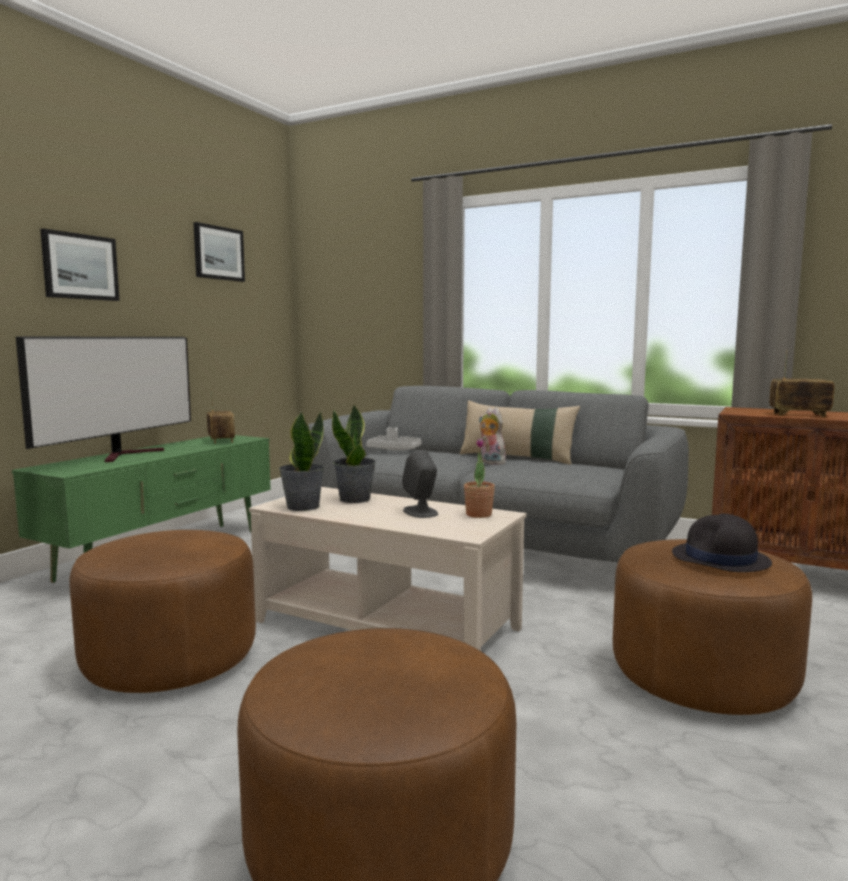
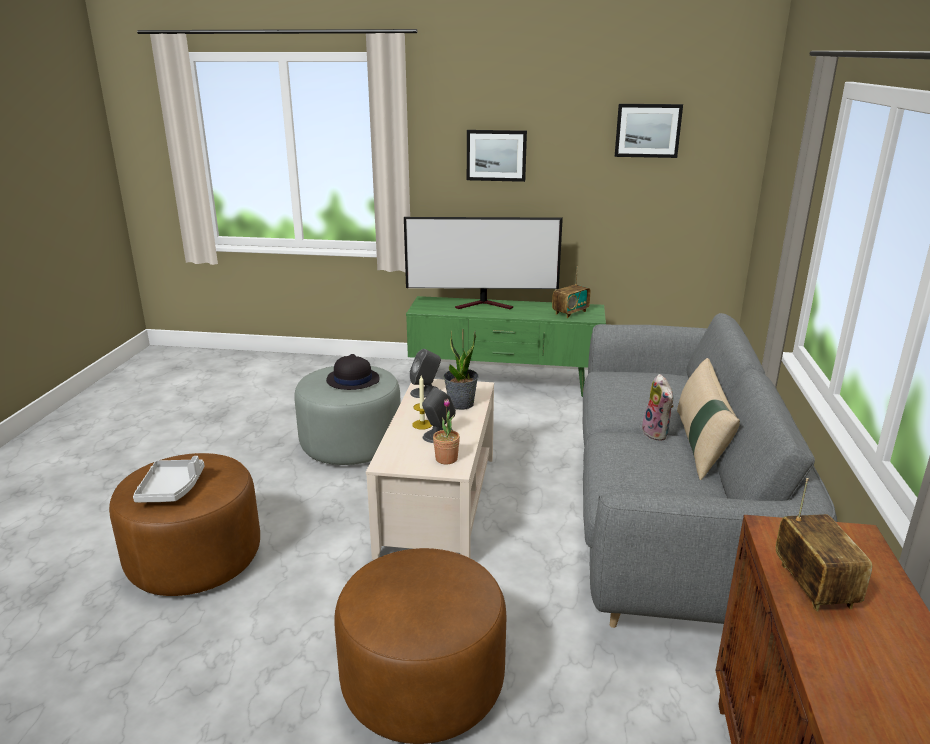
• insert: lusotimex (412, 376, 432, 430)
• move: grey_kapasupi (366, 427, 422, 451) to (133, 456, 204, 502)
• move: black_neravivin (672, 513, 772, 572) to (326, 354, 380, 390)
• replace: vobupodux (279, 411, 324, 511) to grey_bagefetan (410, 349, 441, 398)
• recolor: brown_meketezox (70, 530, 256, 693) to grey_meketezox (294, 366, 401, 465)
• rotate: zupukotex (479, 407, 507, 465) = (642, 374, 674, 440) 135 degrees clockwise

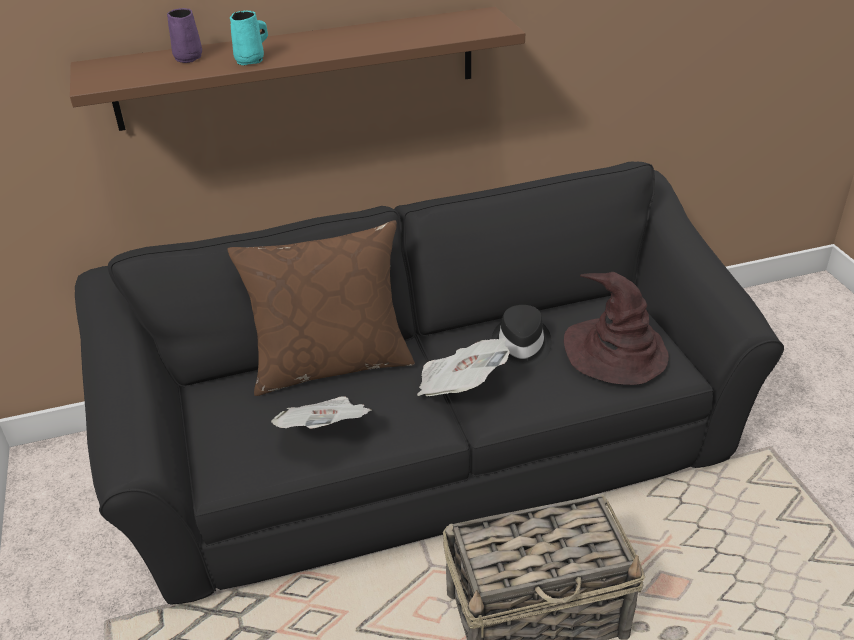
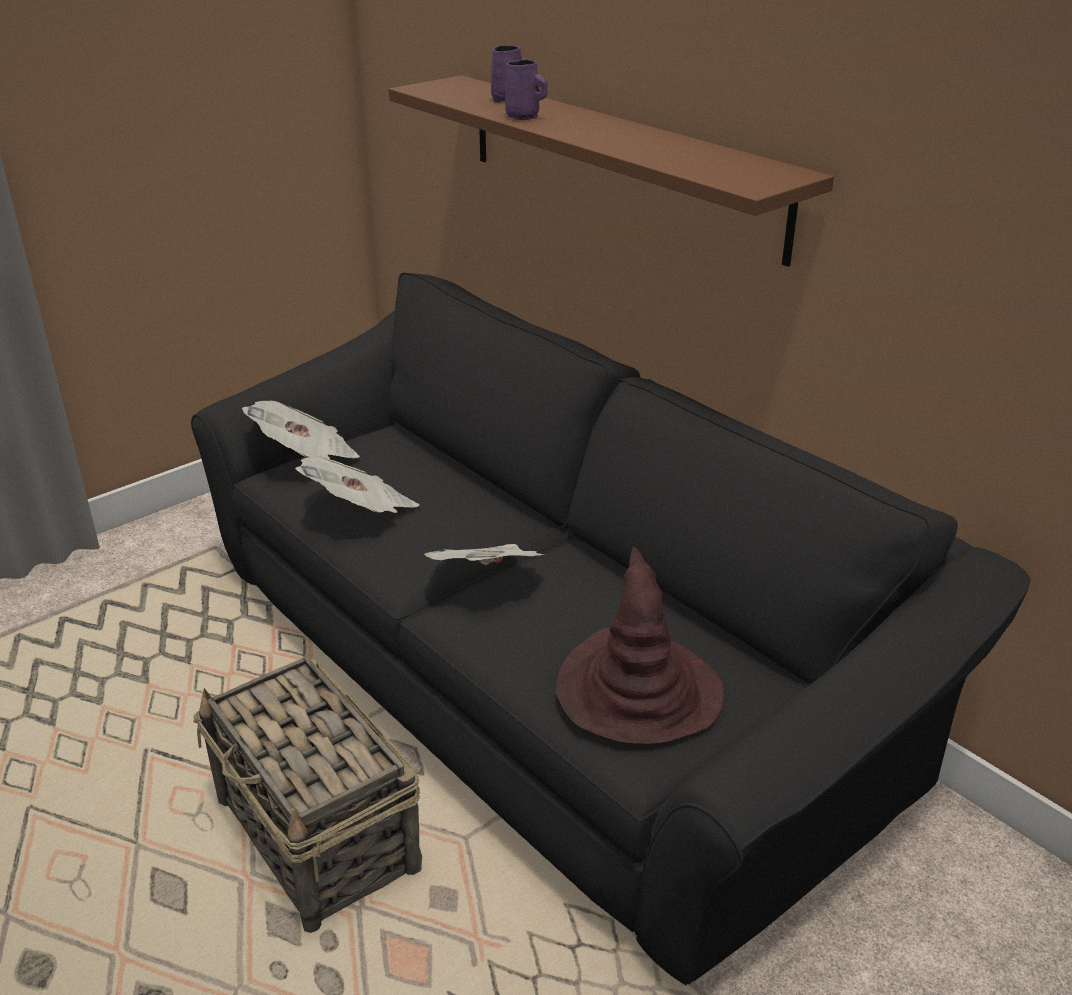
• delete: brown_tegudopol (227, 220, 415, 396)
• delete: black_neravivin (492, 305, 552, 369)
• insert: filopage (242, 401, 360, 459)
• recolor: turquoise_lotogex (230, 11, 268, 66) to purple_lotogex (505, 59, 548, 120)

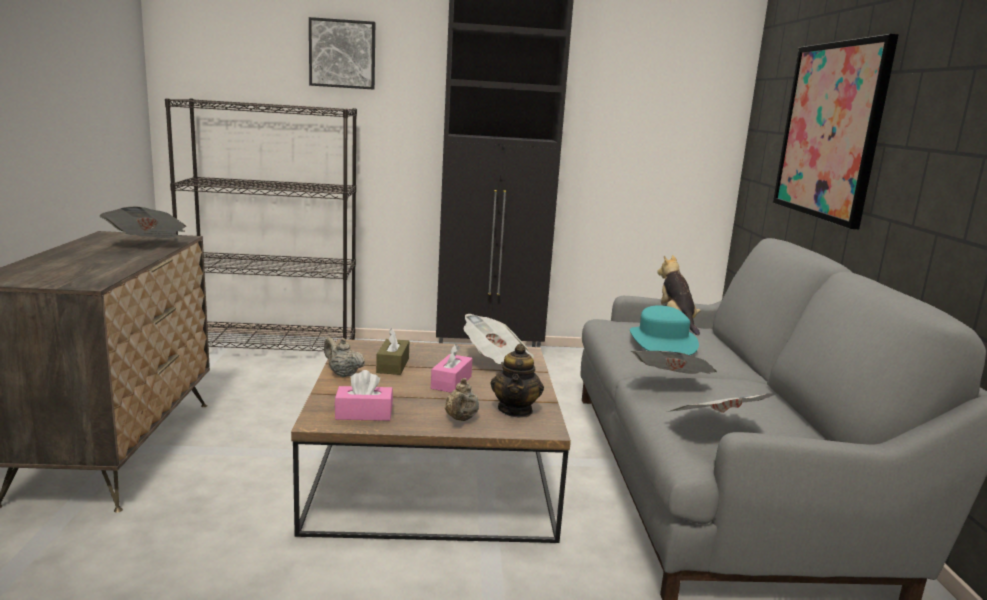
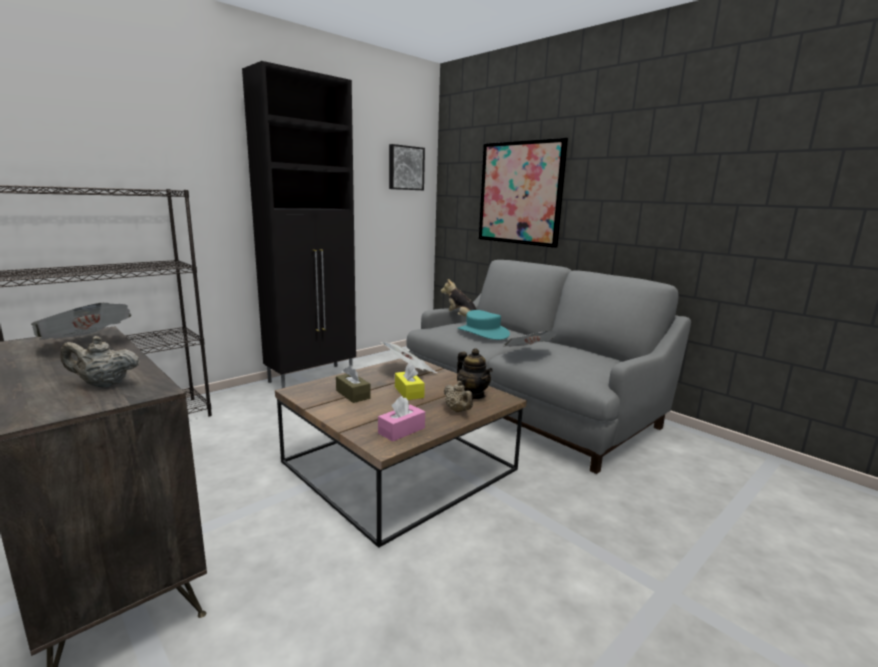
• delete: filopage (668, 394, 777, 413)
• move: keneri (309, 17, 375, 90) to (389, 144, 425, 190)
• move: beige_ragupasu (324, 337, 365, 377) to (60, 336, 140, 387)
• recolor: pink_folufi (431, 344, 473, 393) to yellow_folufi (395, 363, 425, 400)

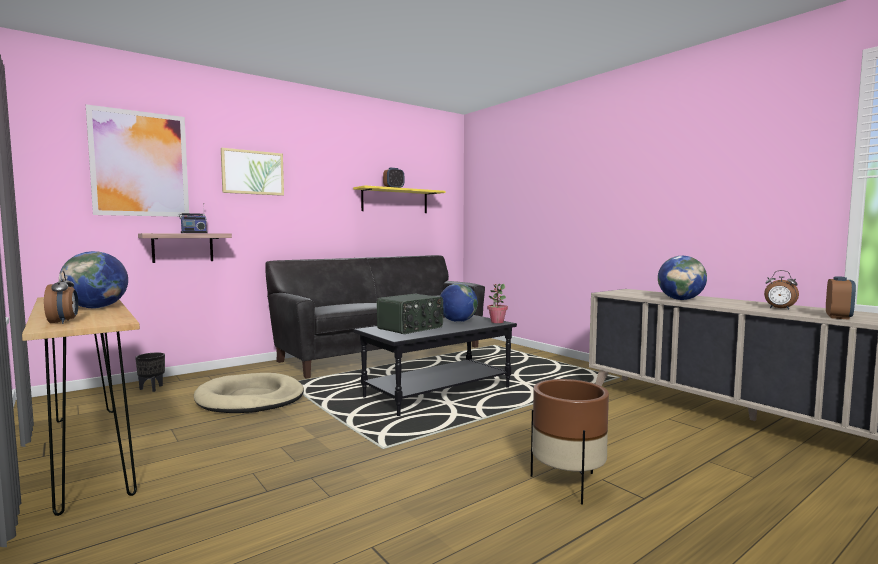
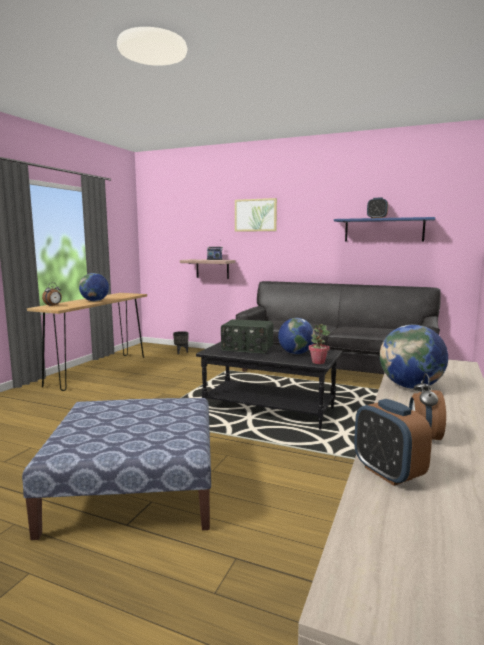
• delete: keneri (86, 104, 189, 217)
• delete: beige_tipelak (194, 373, 304, 413)
• replace: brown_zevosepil (531, 379, 609, 505) to meketezox (22, 398, 211, 540)
• recolor: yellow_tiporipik (353, 185, 446, 213) to blue_tiporipik (334, 217, 435, 242)
• rotate: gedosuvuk (826, 276, 856, 320) = (354, 399, 432, 486) 60 degrees clockwise

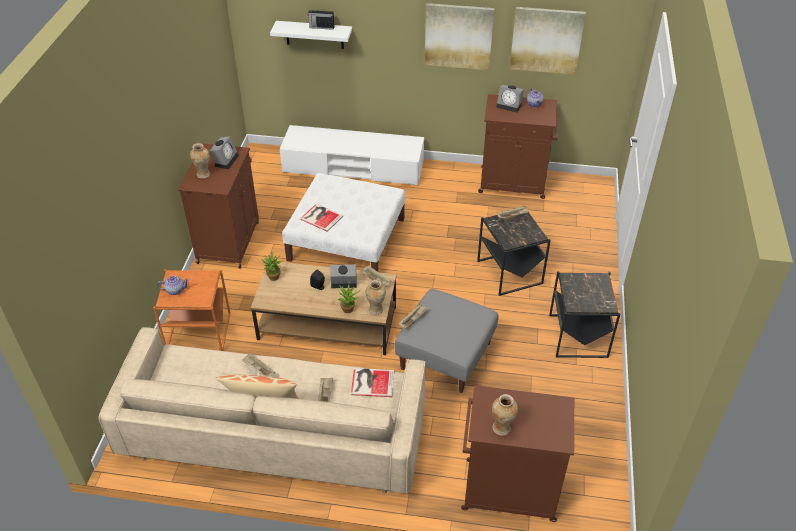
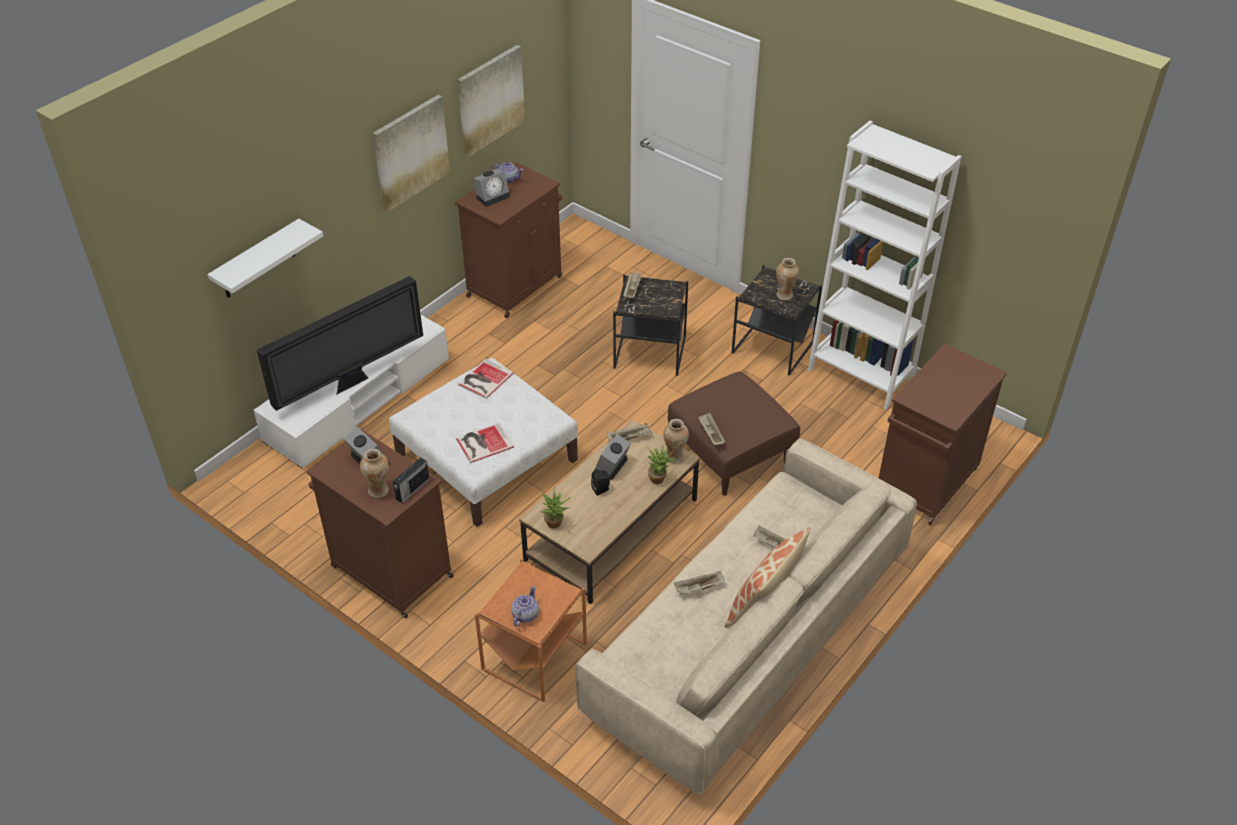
• insert: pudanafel (257, 276, 423, 411)
• insert: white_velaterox (808, 121, 962, 410)
• move: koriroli (307, 8, 334, 30) to (393, 458, 430, 503)
• move: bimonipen (351, 368, 394, 397) to (458, 359, 514, 399)
• move: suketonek (492, 394, 518, 436) to (776, 258, 799, 300)
• recolor: grey_meketezox (395, 289, 498, 393) to brown_meketezox (668, 372, 800, 496)

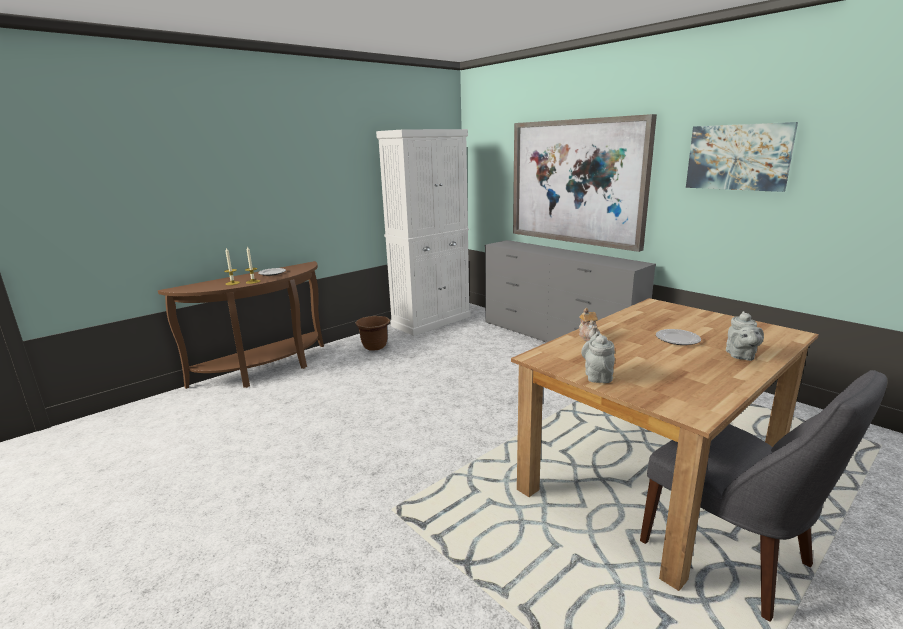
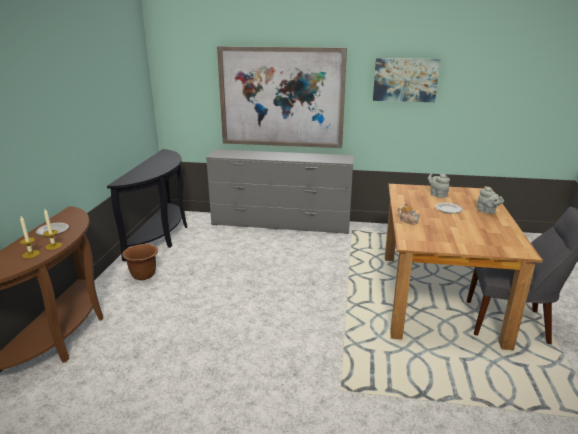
• move: grey_ragupasu (581, 331, 615, 383) to (428, 173, 450, 198)
• replace: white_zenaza (376, 129, 471, 336) to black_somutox (107, 149, 187, 262)

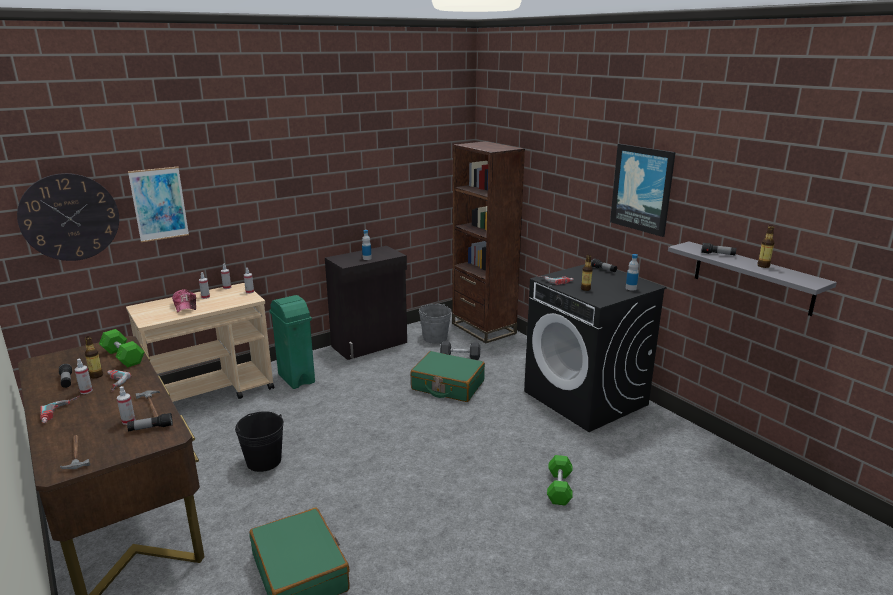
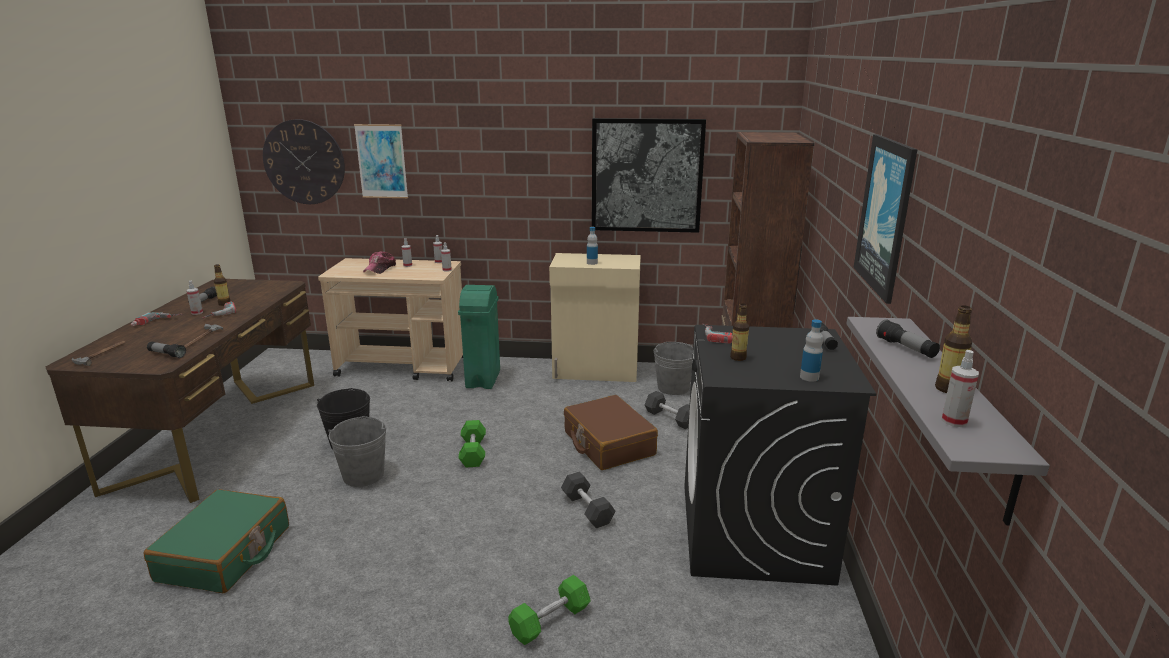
• insert: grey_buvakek (328, 416, 386, 487)
• insert: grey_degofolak (561, 471, 616, 528)
• insert: keneri (592, 118, 706, 233)
• move: green_degofolak (99, 329, 145, 367) to (459, 420, 486, 468)
• move: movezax (117, 386, 136, 425) to (942, 350, 979, 427)
• recolor: black_zenaza (325, 246, 407, 360) to beige_zenaza (549, 253, 641, 382)
• recolor: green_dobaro (410, 351, 485, 402) to brown_dobaro (564, 395, 658, 470)

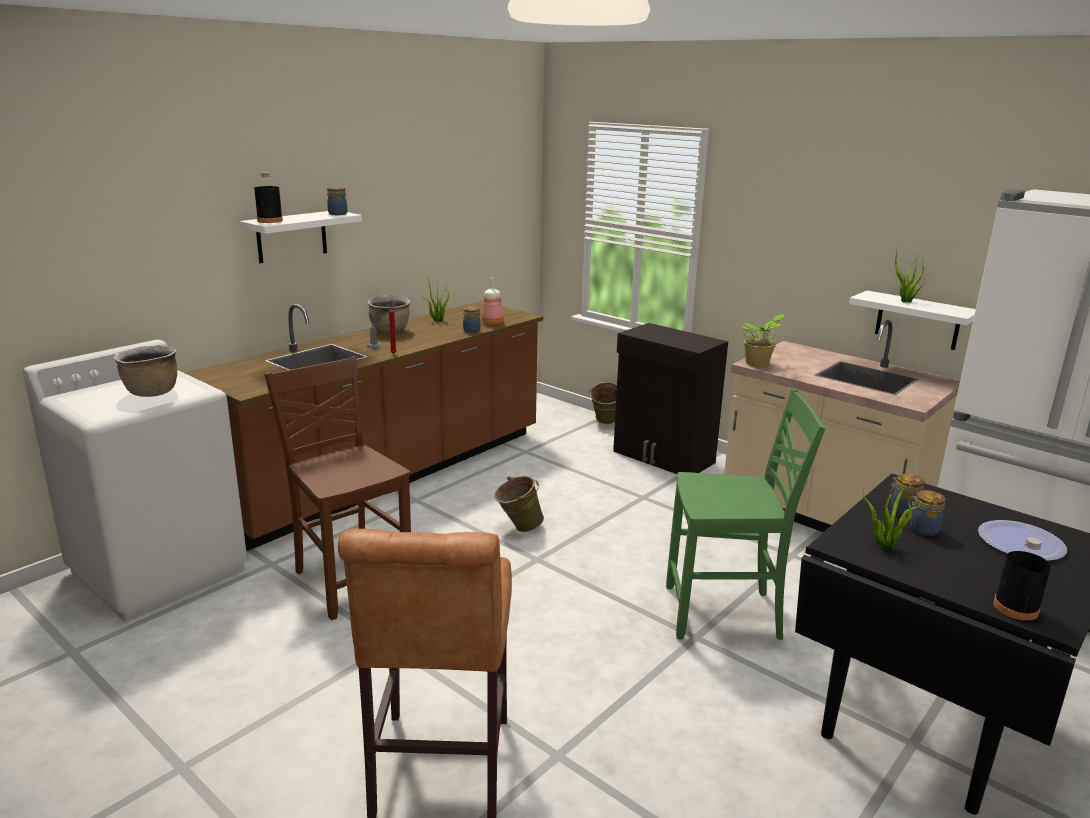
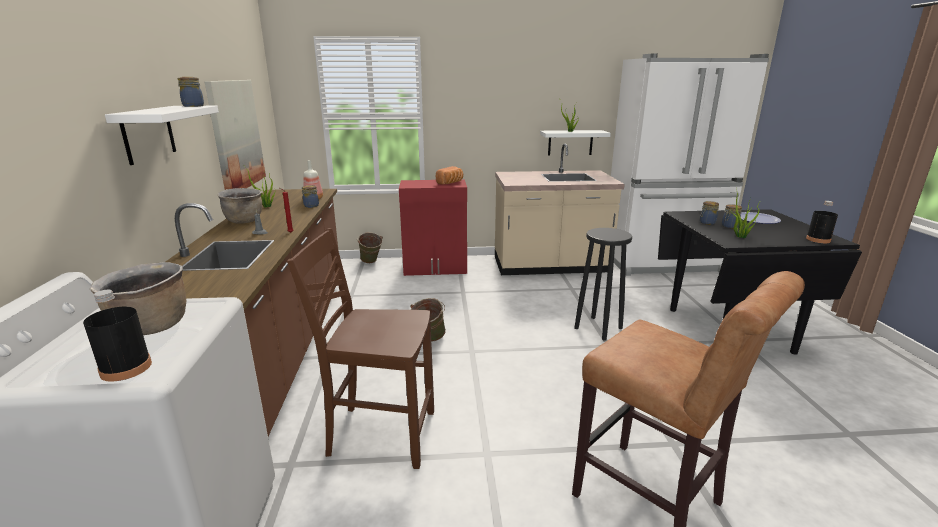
• delete: vobupodux (742, 314, 784, 367)
• insert: keneri (204, 80, 266, 190)
• insert: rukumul (436, 166, 463, 184)
• move: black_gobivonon (254, 172, 283, 223) to (83, 290, 152, 382)
• replace: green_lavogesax (666, 389, 826, 640) to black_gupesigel (574, 228, 632, 341)
• recolor: black_zenaza (613, 323, 728, 474) to red_zenaza (399, 179, 467, 276)

